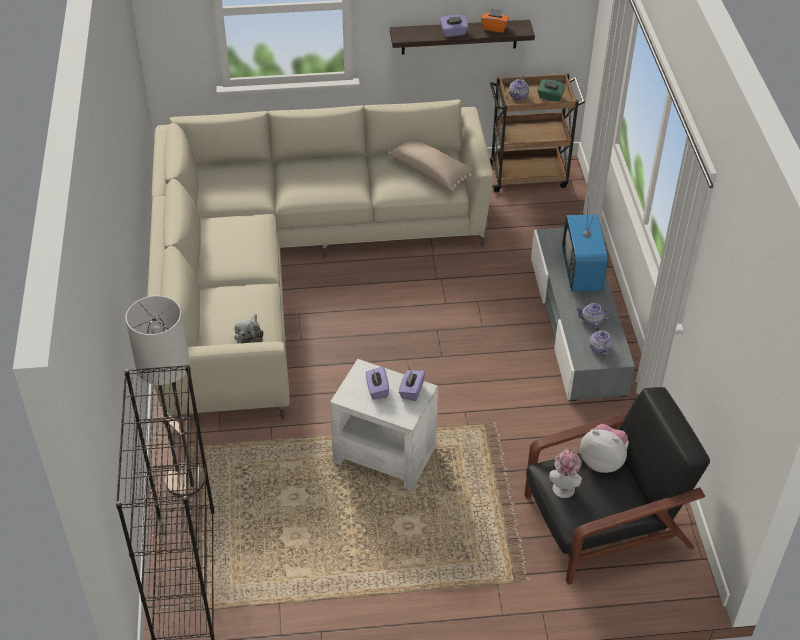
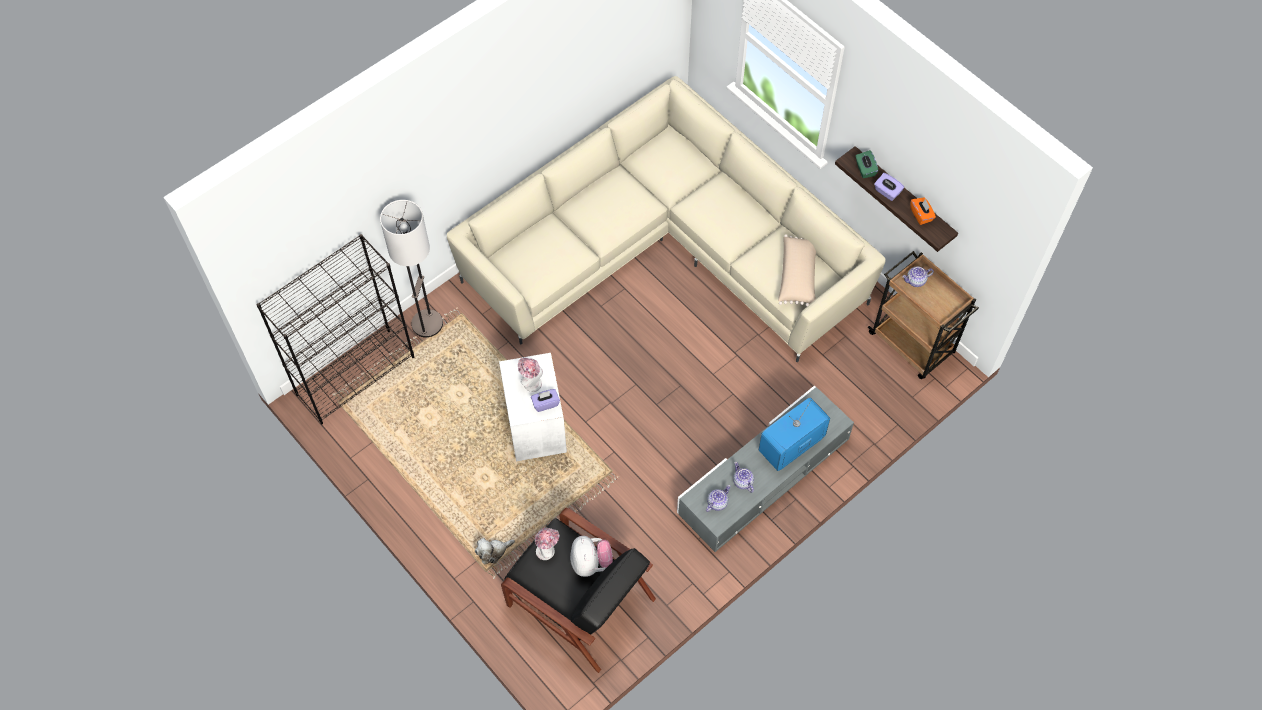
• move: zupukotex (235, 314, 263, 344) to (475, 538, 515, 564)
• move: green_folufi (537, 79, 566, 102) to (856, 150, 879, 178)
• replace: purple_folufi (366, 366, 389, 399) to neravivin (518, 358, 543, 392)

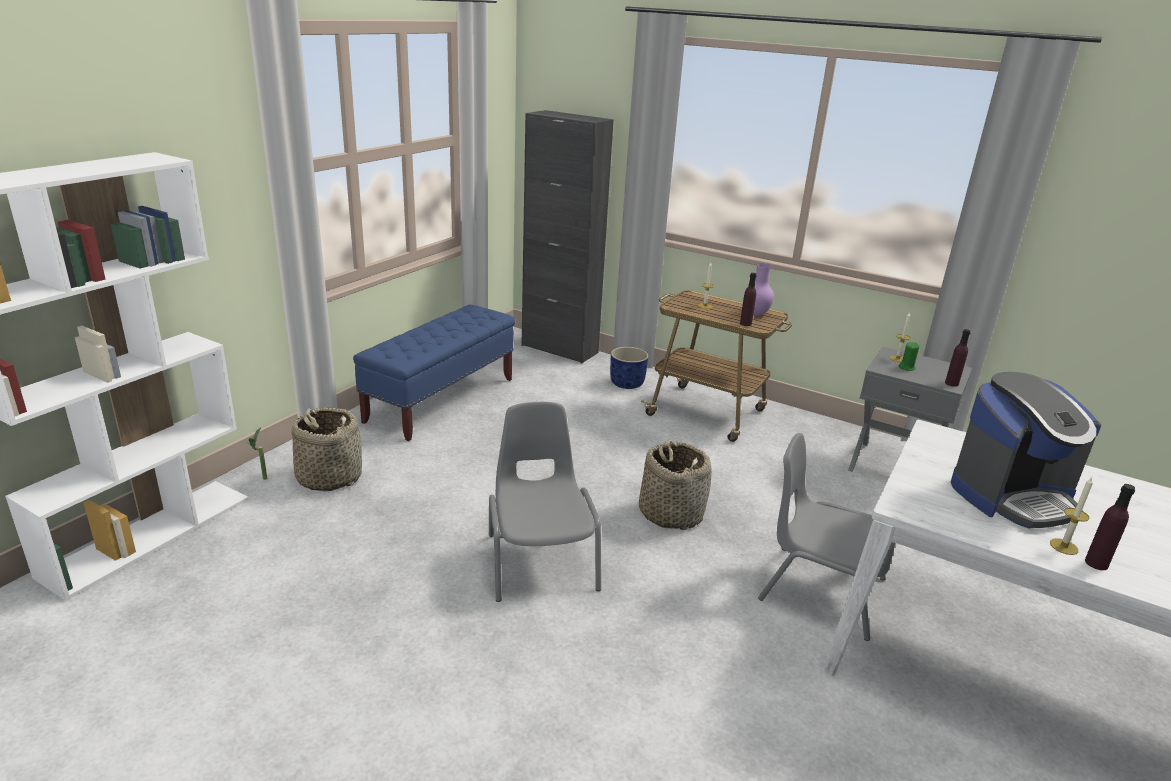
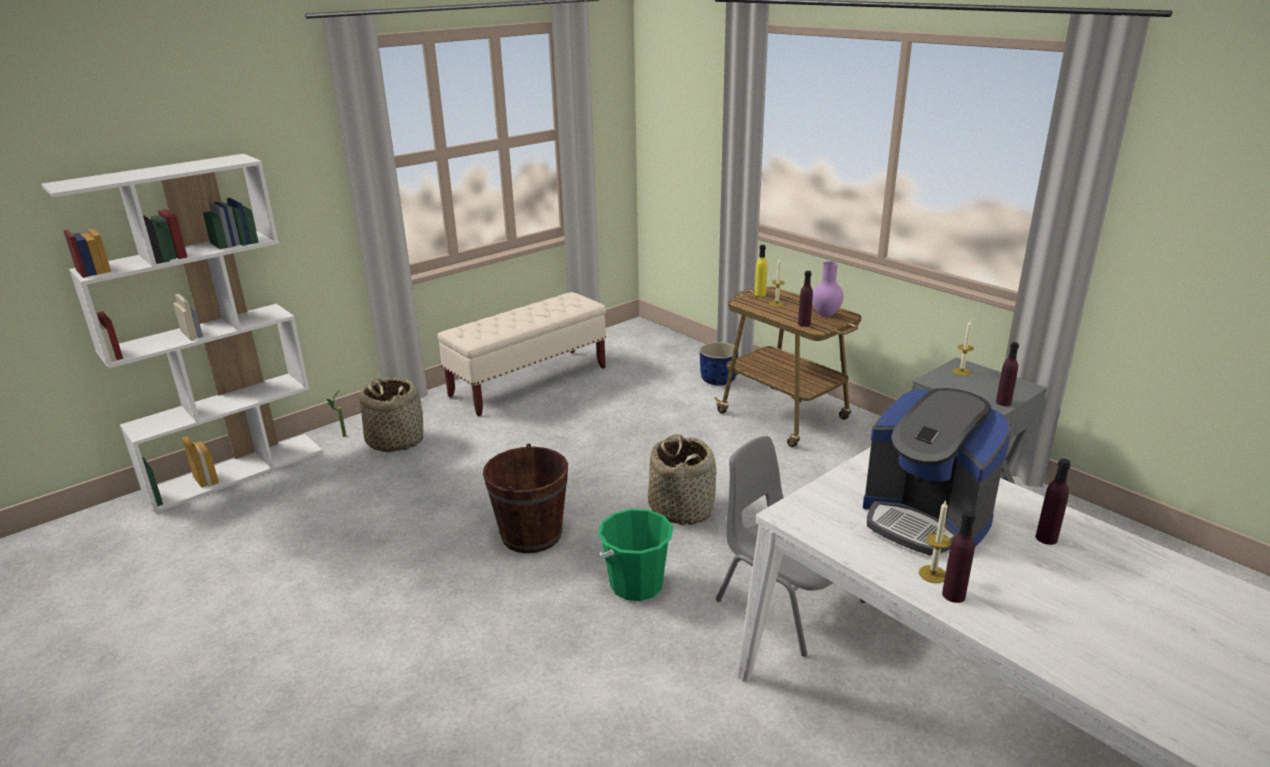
• delete: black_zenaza (521, 110, 614, 363)
• delete: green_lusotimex (898, 342, 920, 371)
• insert: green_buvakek (598, 509, 673, 601)
• insert: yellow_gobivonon (755, 245, 767, 297)
• insert: purple_gobivonon (1036, 459, 1071, 545)
• replace: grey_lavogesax (489, 402, 601, 602) to brown_buvakek (483, 443, 568, 553)
• recolor: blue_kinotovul (353, 305, 515, 441) to beige_kinotovul (438, 292, 606, 416)
• rotate: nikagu (951, 372, 1101, 528) = (863, 388, 1011, 556) 45 degrees clockwise

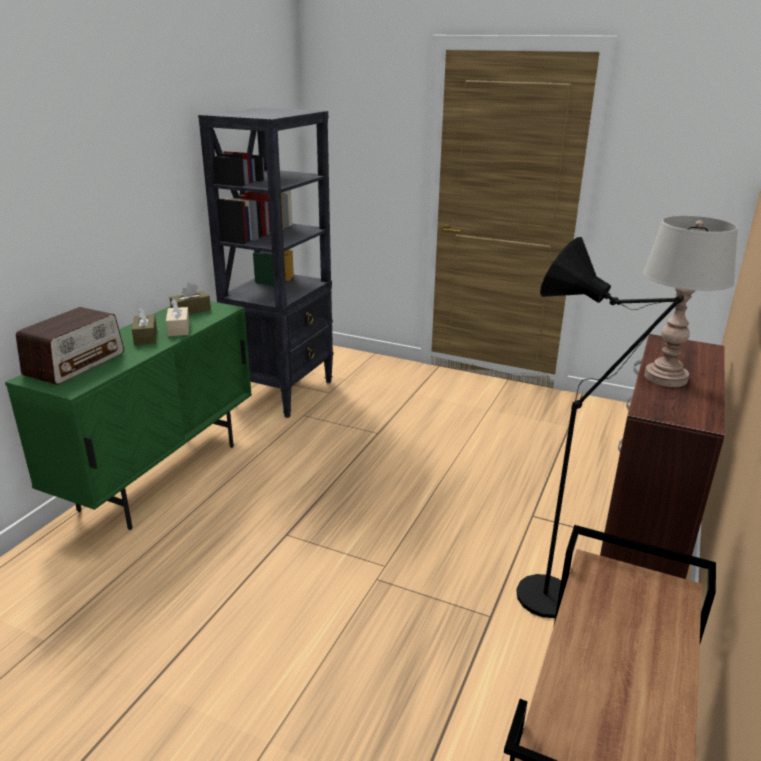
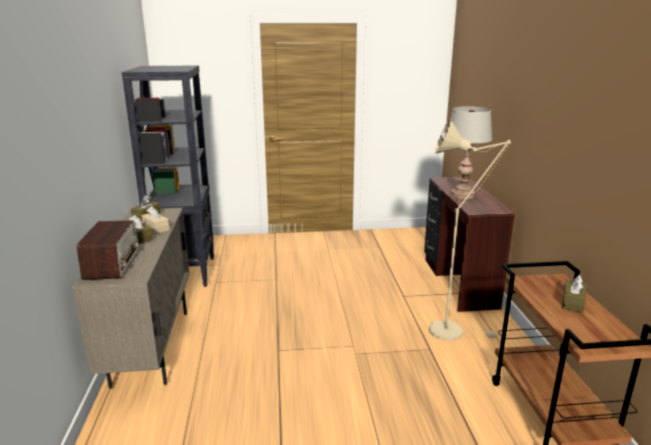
• insert: brown_folufi (562, 275, 586, 313)
• recolor: green_zenaza (5, 301, 252, 530) to beige_zenaza (72, 208, 190, 389)
• recolor: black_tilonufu (517, 237, 684, 618) to beige_tilonufu (429, 119, 511, 341)

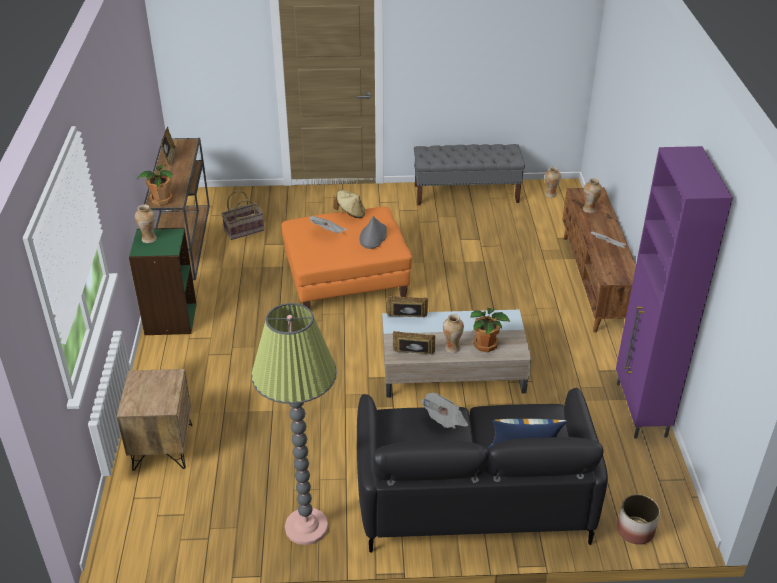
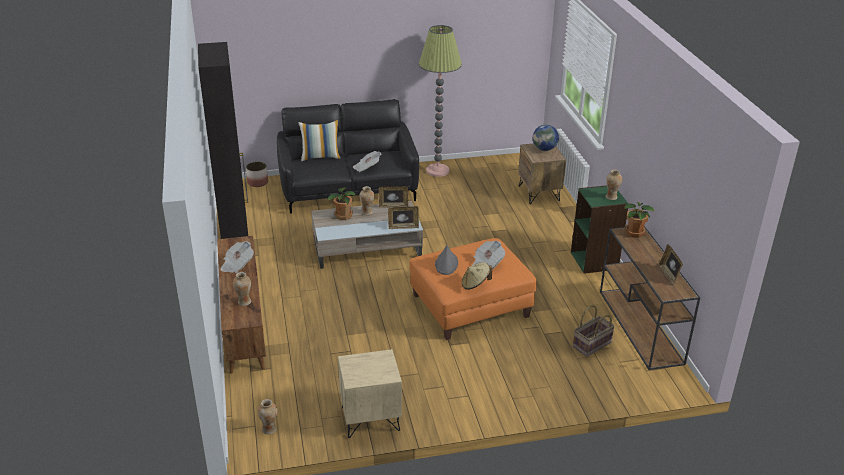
• insert: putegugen (533, 125, 559, 151)
• replace: grey_kinotovul (414, 144, 525, 205) to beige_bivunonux (338, 349, 402, 438)
• recolor: purple_zenaza (616, 146, 733, 439) to black_zenaza (198, 42, 248, 239)

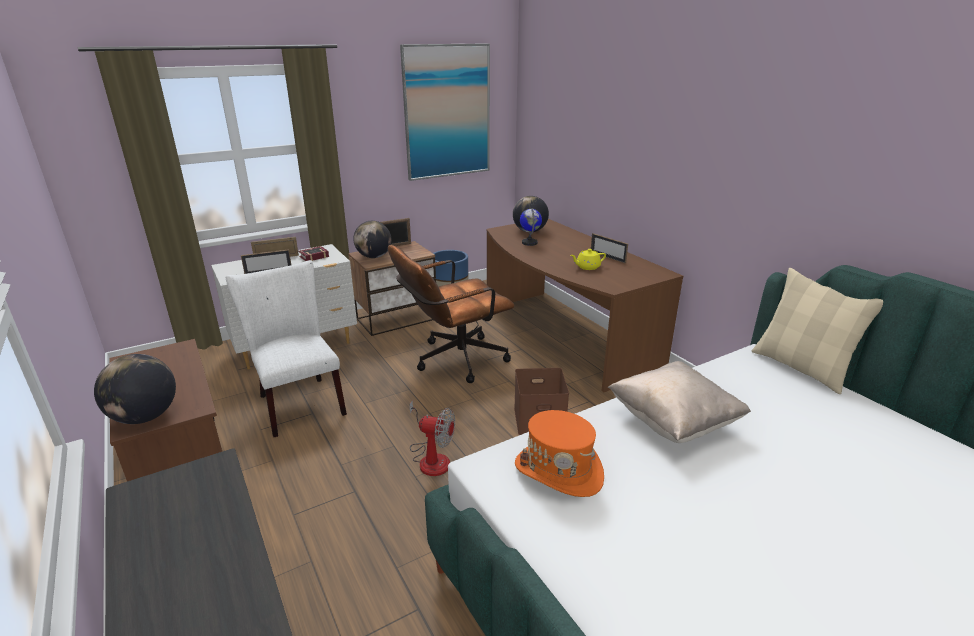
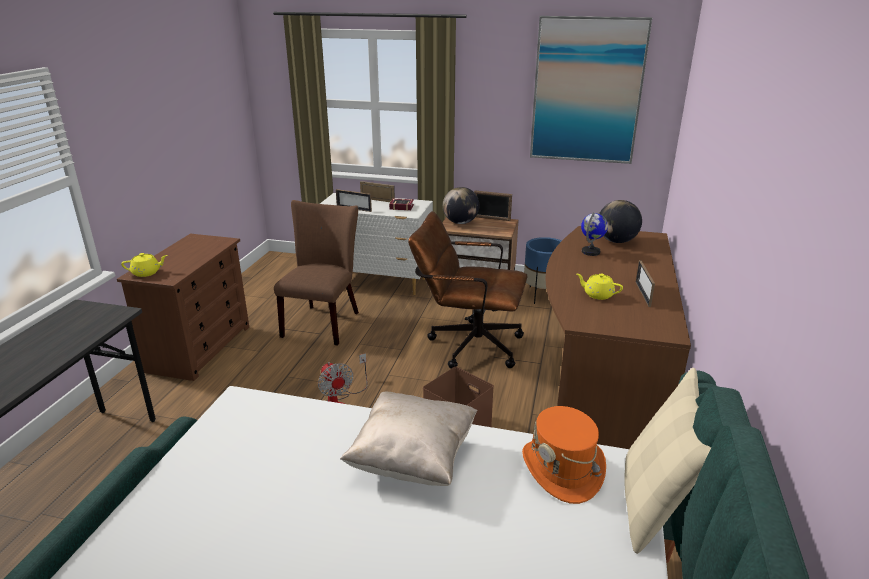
• move: orange_neravivin (515, 410, 604, 497) to (522, 406, 606, 504)
• replace: putegugen (94, 354, 176, 424) to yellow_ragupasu (121, 253, 168, 277)
• recolor: white_lavogesax (226, 260, 347, 437) to brown_lavogesax (274, 200, 359, 345)

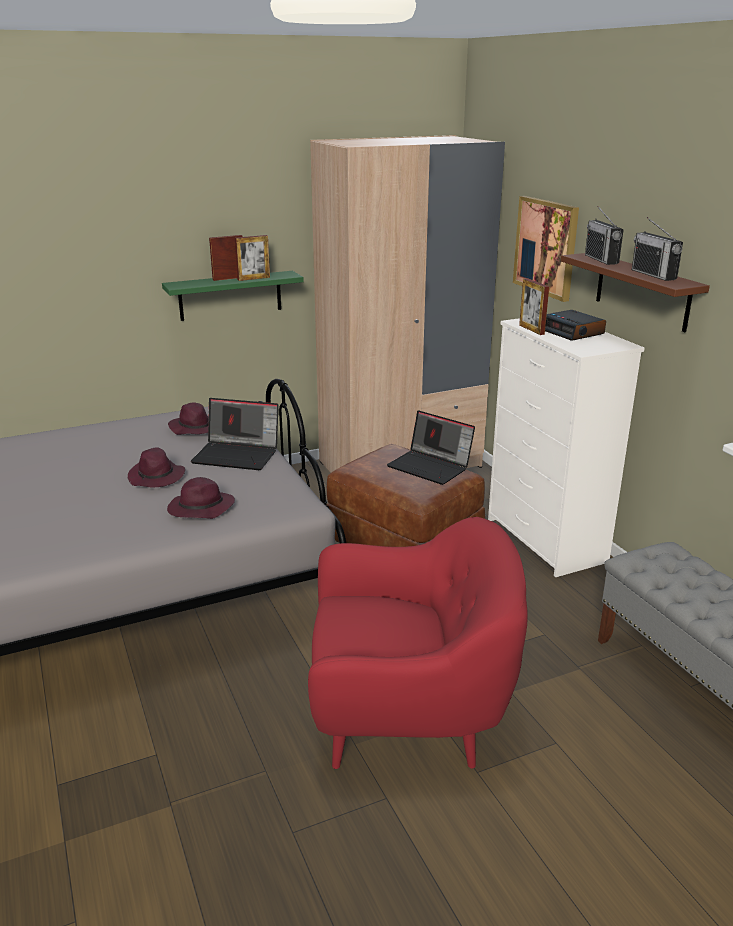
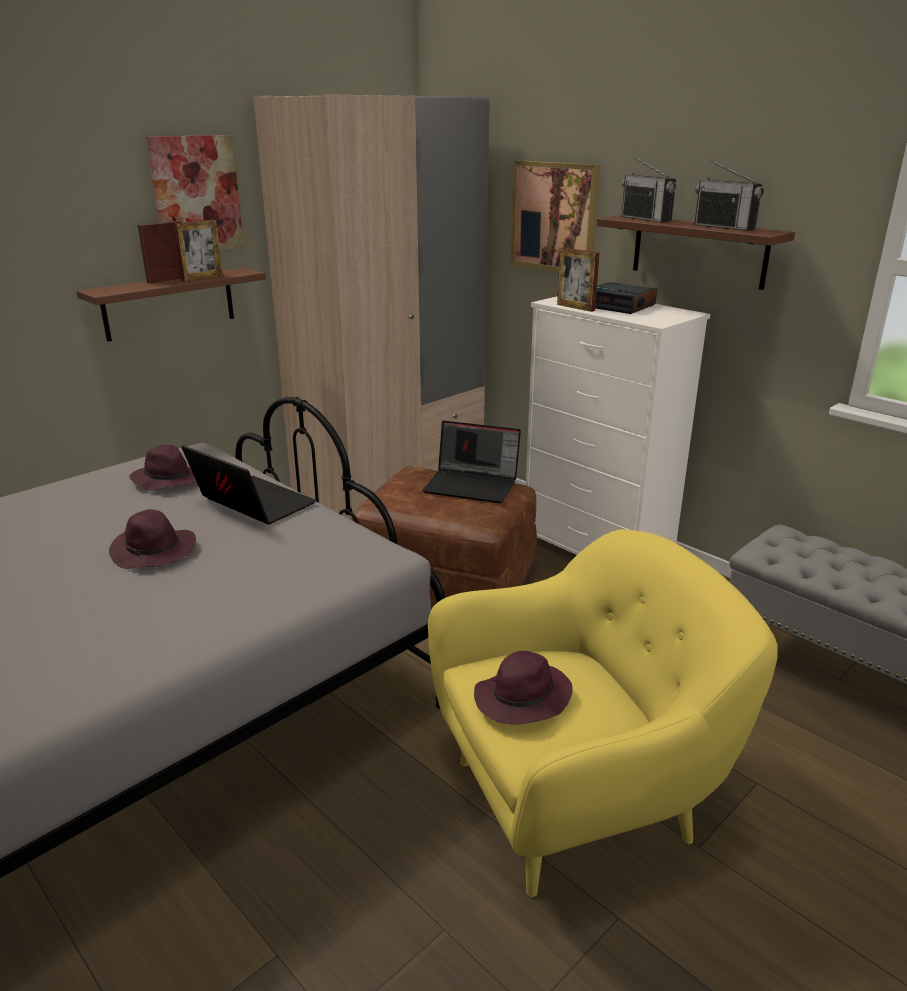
• insert: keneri (146, 135, 244, 251)
• move: purple_neravivin (167, 477, 235, 519) to (474, 651, 573, 724)
• recolor: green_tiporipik (162, 271, 304, 321) to brown_tiporipik (76, 268, 266, 342)
• recolor: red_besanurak (308, 517, 528, 769) to yellow_besanurak (428, 529, 778, 897)
• rotate: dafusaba (191, 398, 279, 470) = (181, 445, 316, 525) 135 degrees counterclockwise

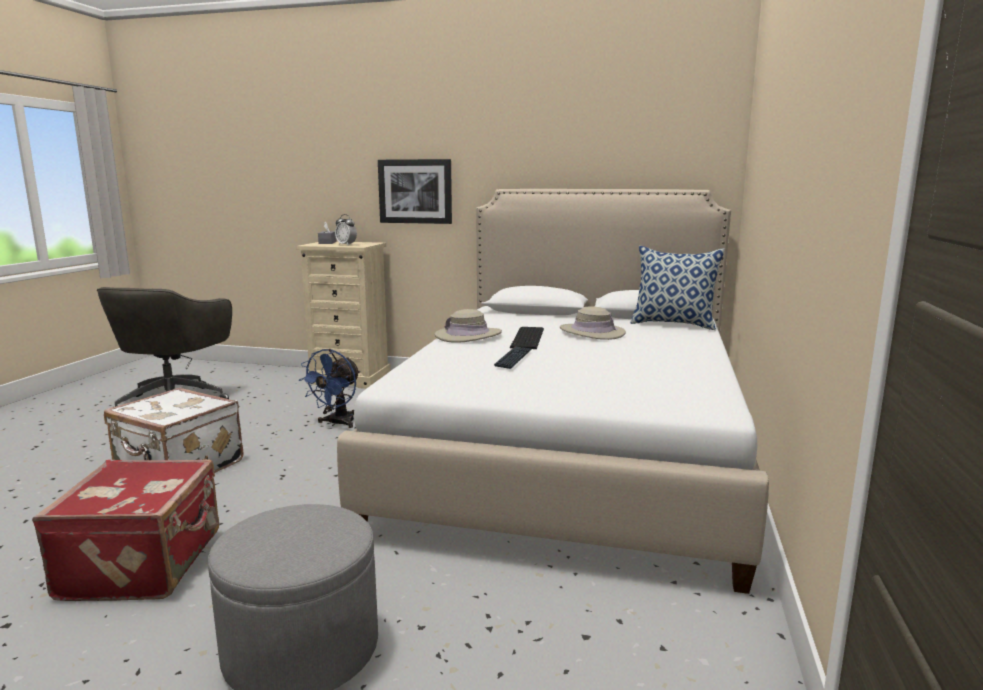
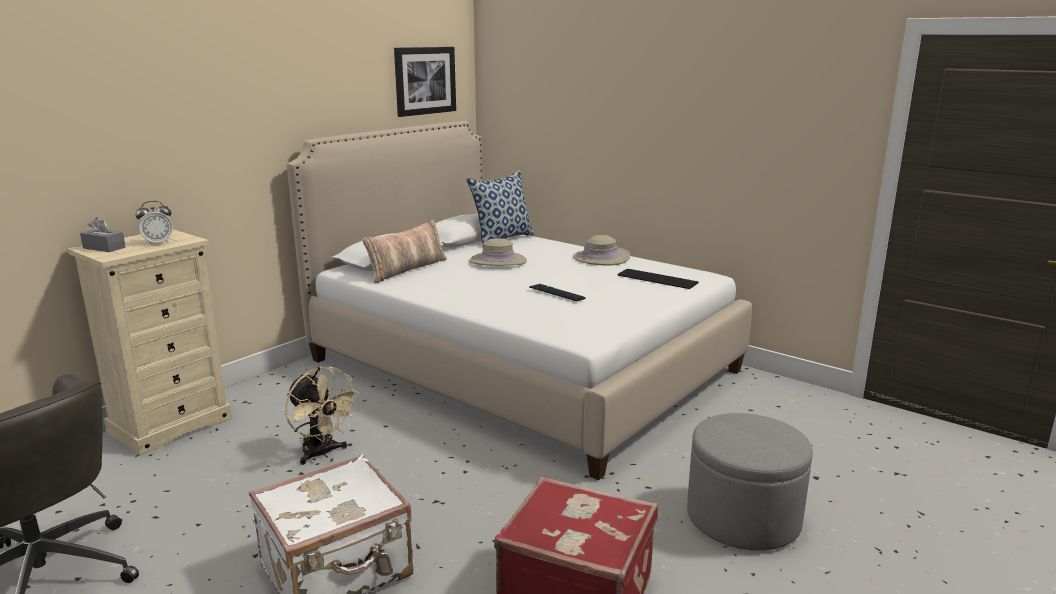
• insert: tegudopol (363, 219, 447, 283)
• move: keneri (378, 159, 452, 224) to (394, 47, 456, 117)
• move: beige_neravivin (435, 309, 502, 343) to (573, 235, 630, 265)
• move: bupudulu (510, 327, 544, 349) to (618, 269, 699, 289)
• recolor: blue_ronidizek (299, 349, 360, 428) to beige_ronidizek (285, 367, 361, 465)

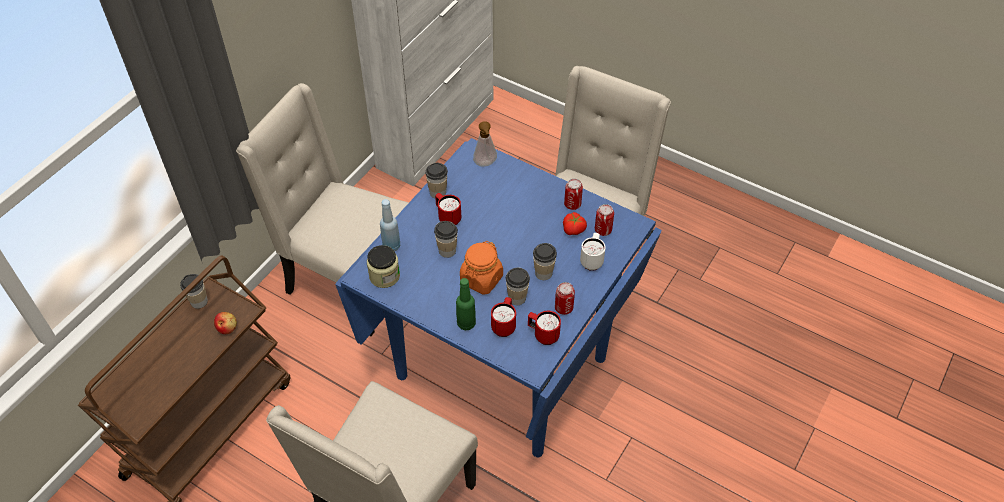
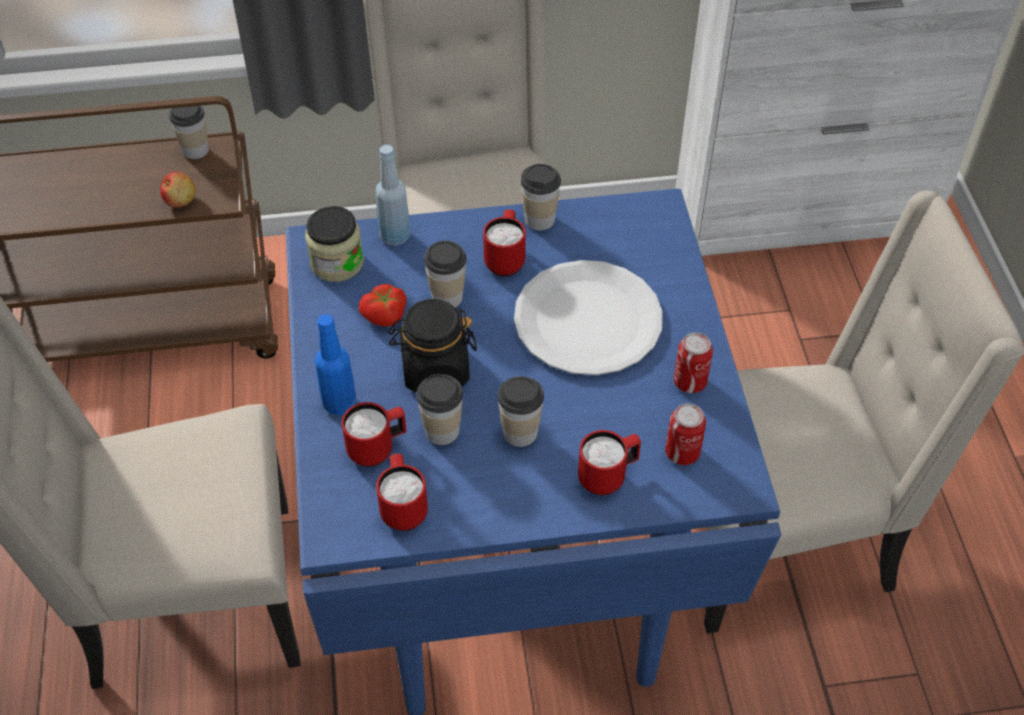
• delete: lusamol (473, 121, 497, 167)
• delete: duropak (555, 282, 575, 315)
• insert: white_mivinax (514, 260, 663, 375)
• move: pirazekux (563, 212, 587, 235) to (359, 284, 406, 327)
• recolor: green_gobivonon (456, 278, 476, 330) to blue_gobivonon (315, 314, 356, 415)
• recolor: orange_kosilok (460, 241, 503, 295) to black_kosilok (388, 299, 477, 392)
• recolor: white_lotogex (580, 233, 606, 271) to red_lotogex (578, 430, 641, 495)

